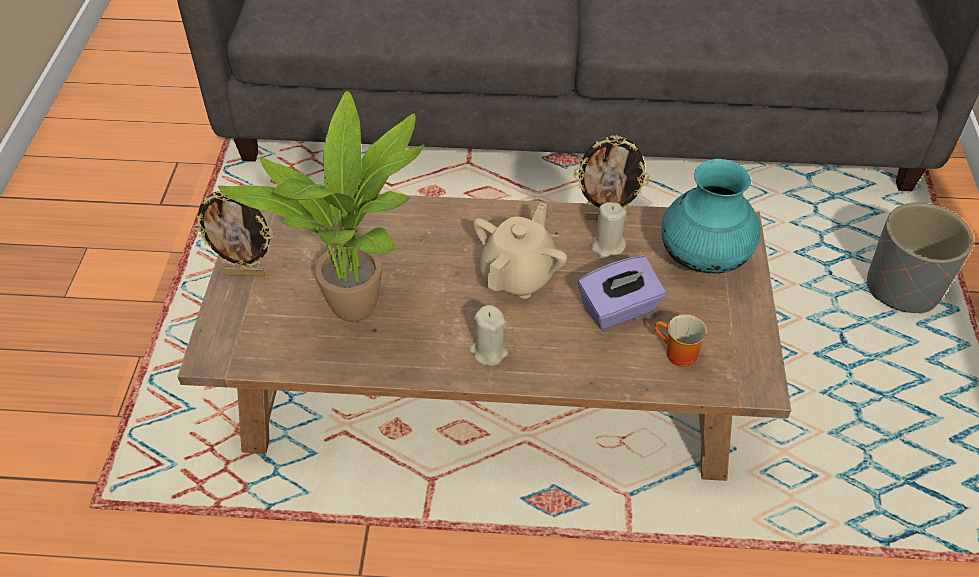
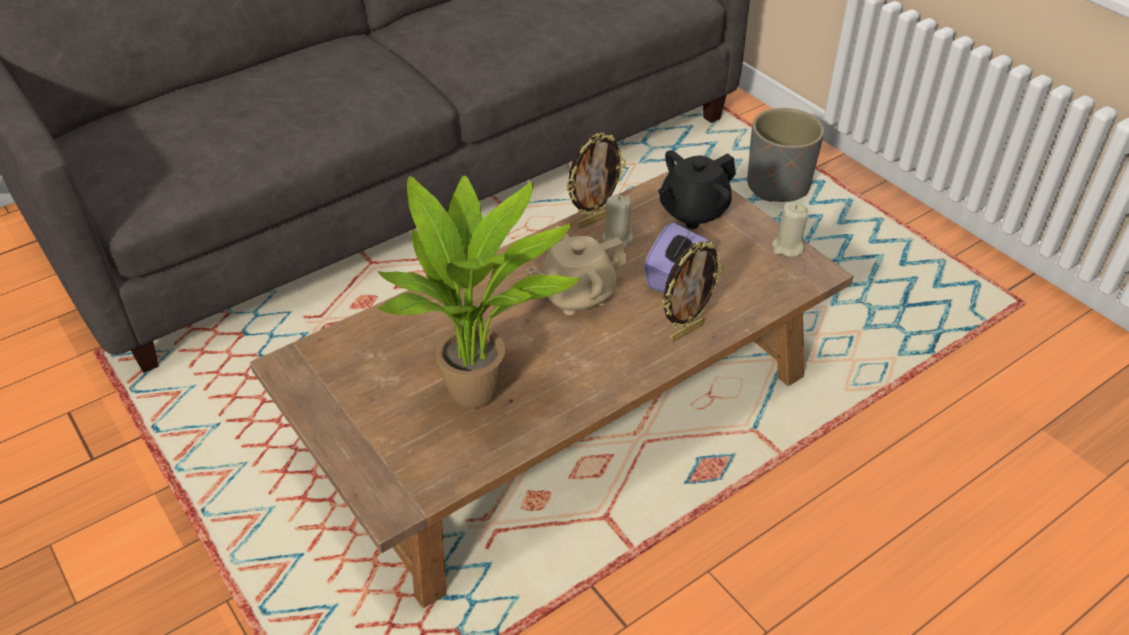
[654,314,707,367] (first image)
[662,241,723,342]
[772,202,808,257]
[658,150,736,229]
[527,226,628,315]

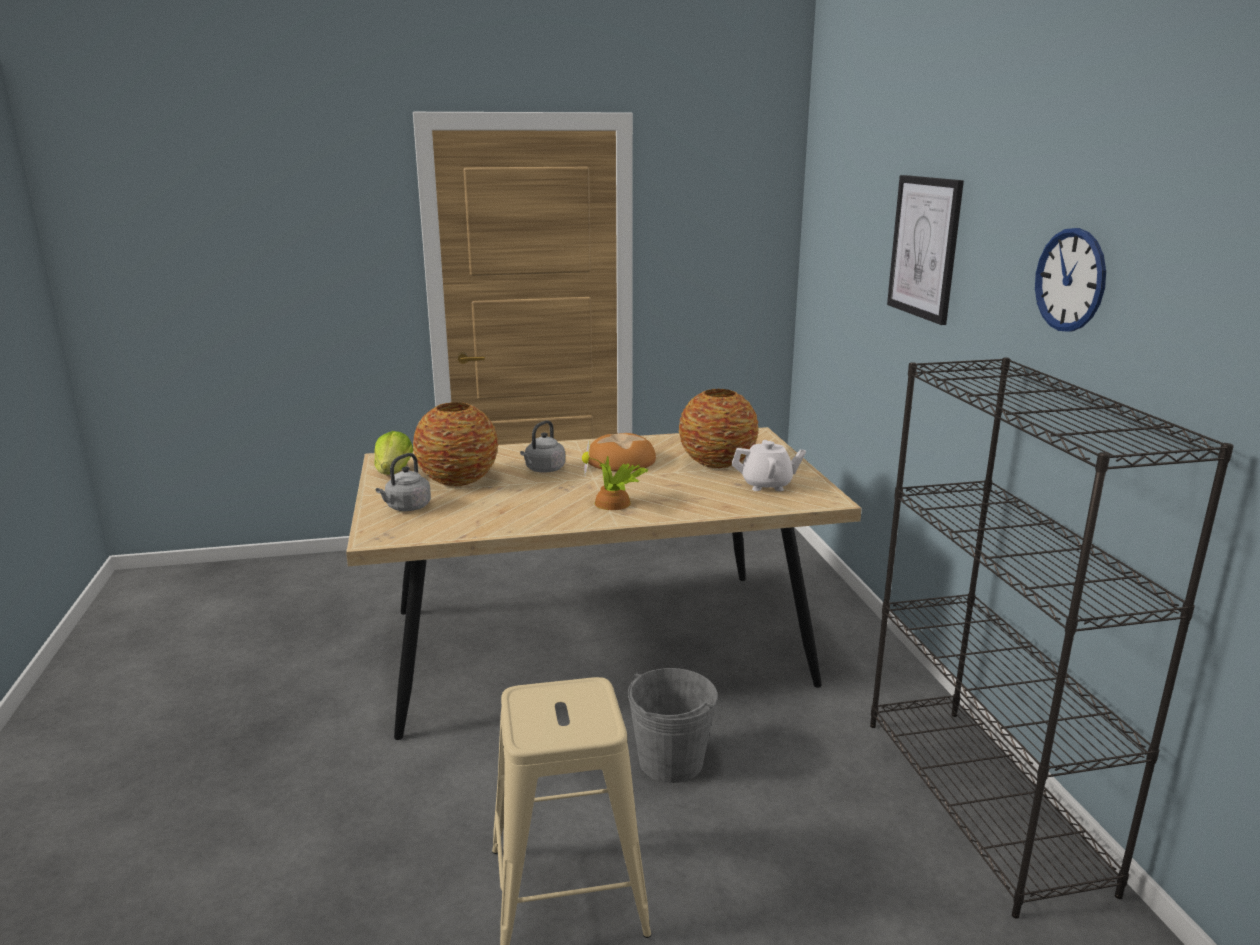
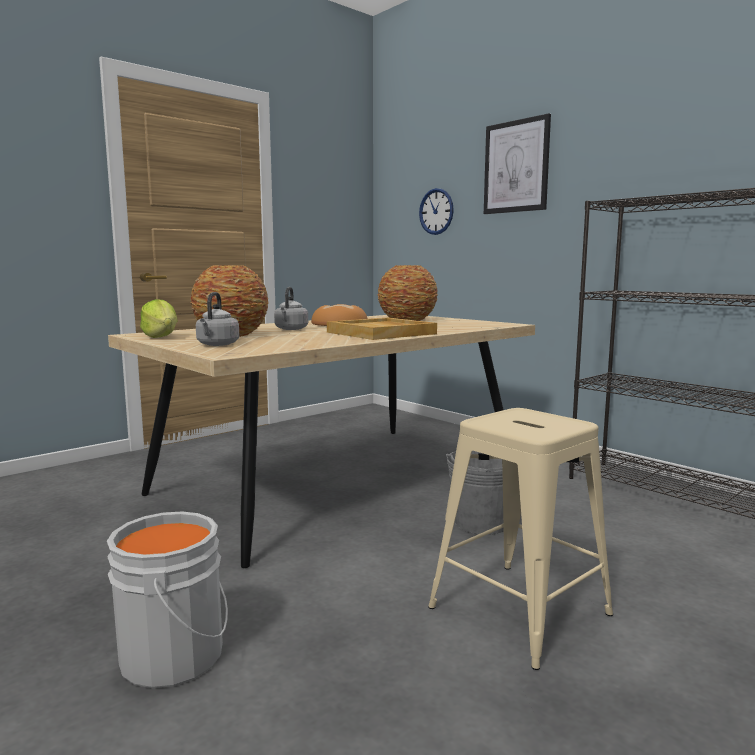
[732,440,806,491] (first image)
[107,511,228,688]
[419,188,454,235]
[327,318,437,340]

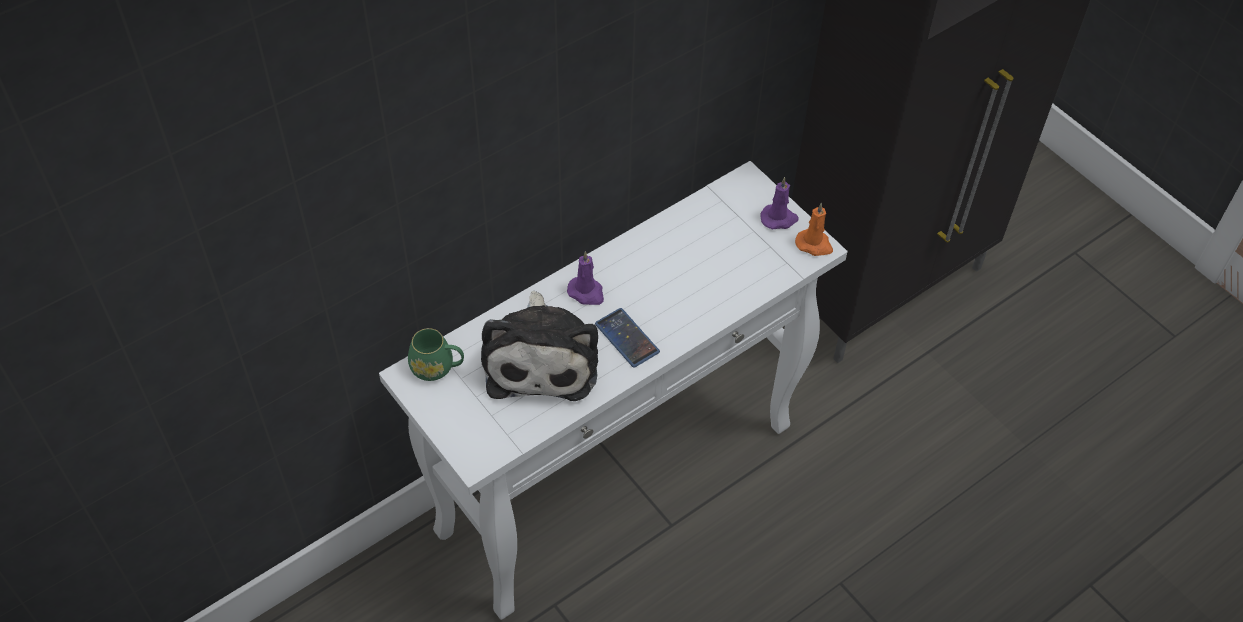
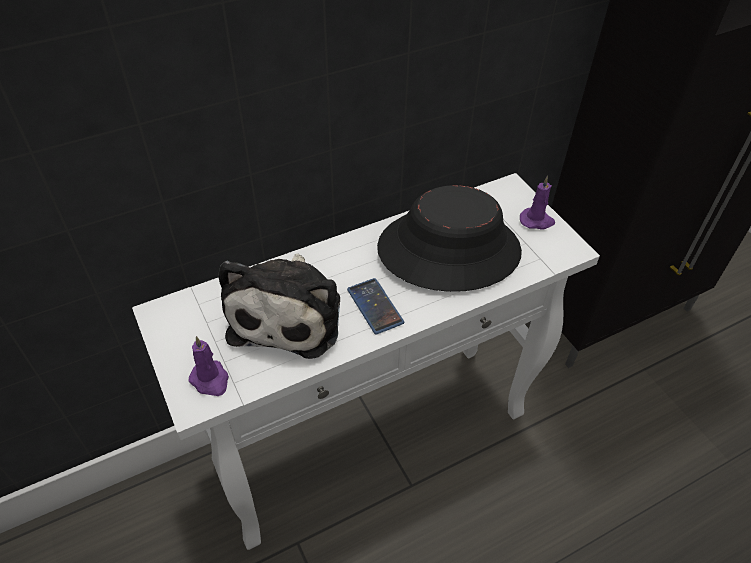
[408,328,464,381] (first image)
[795,202,833,256] (first image)
[377,185,522,292]
[188,336,229,396]

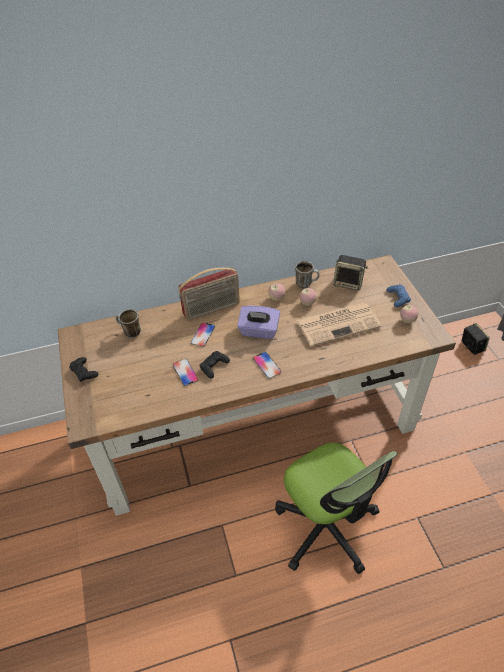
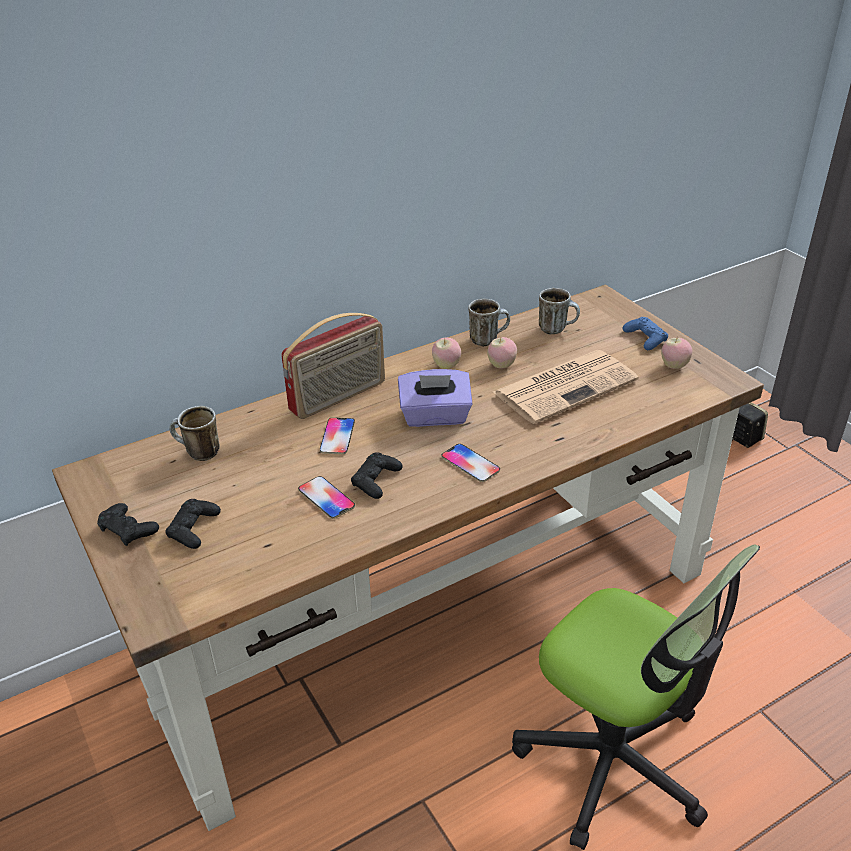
[165,499,221,549]
[539,288,580,334]

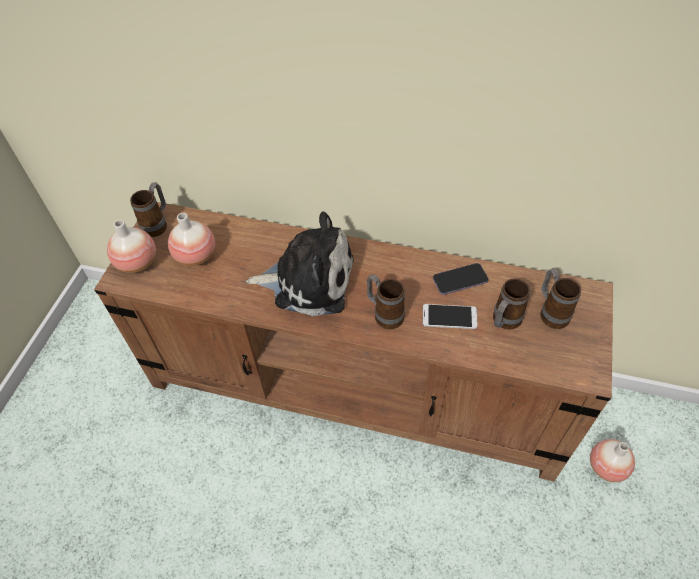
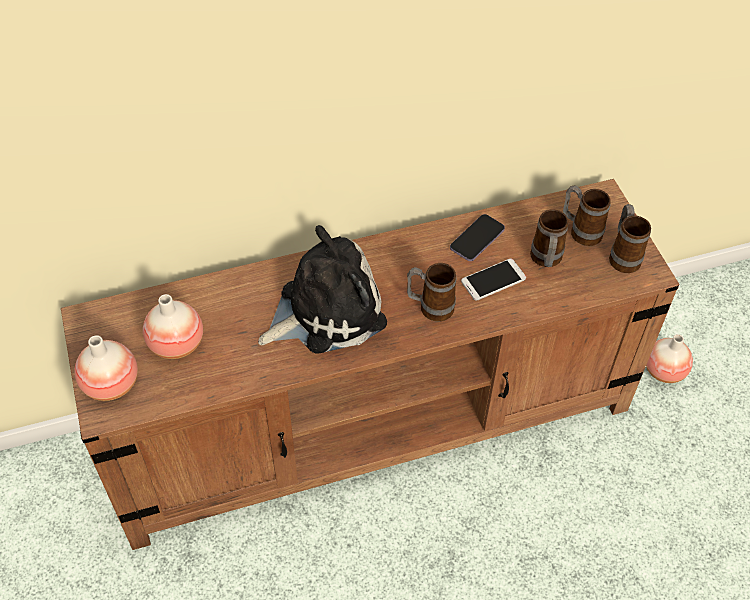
[609,204,651,273]

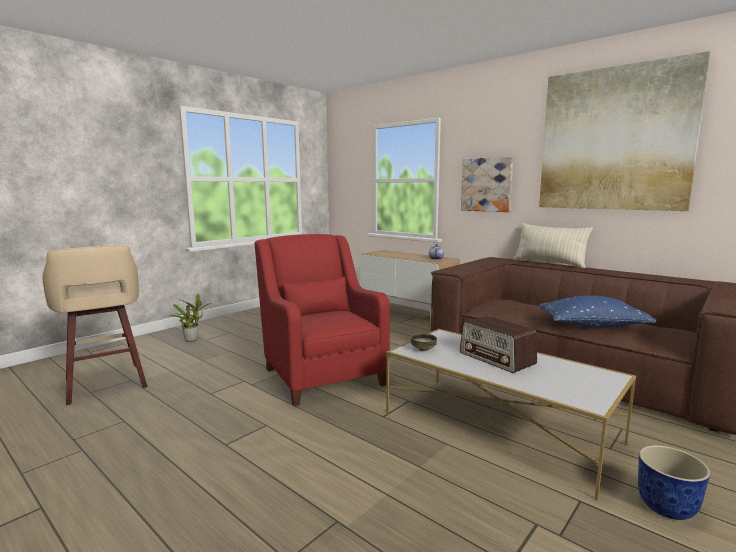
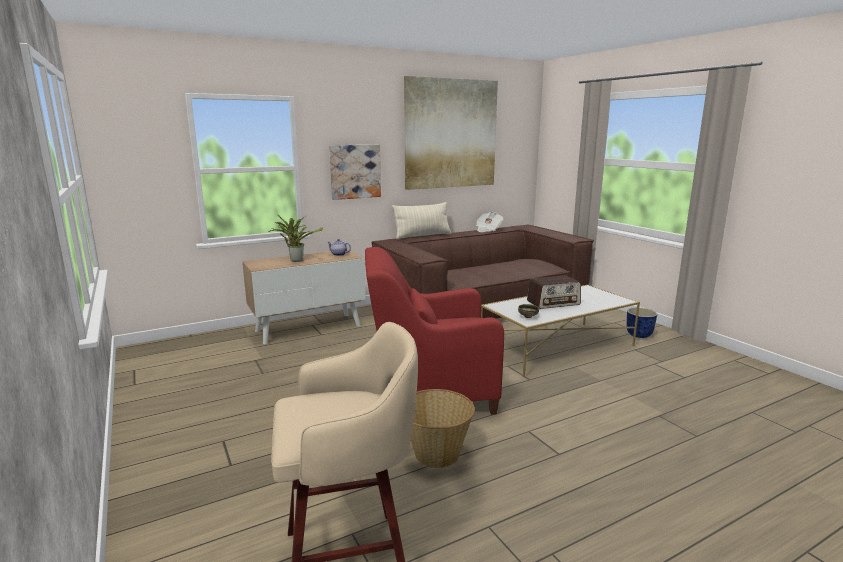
[539,296,656,328] (first image)
[410,389,475,468]
[476,212,504,232]
[269,215,323,262]

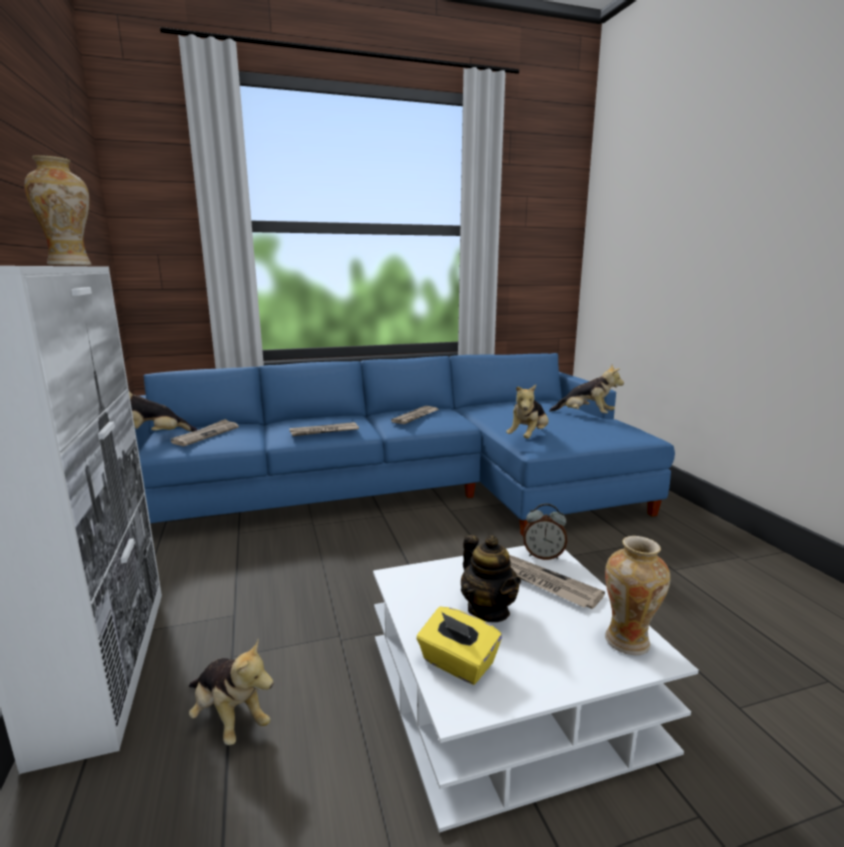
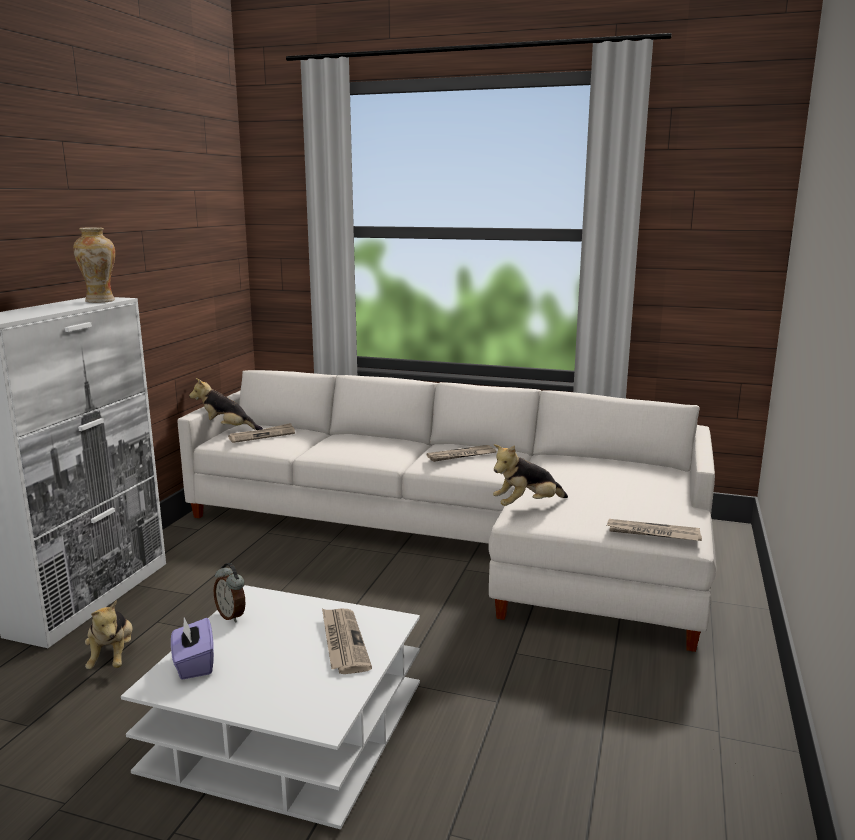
[461,535,521,622] (first image)
[549,365,624,413] (first image)
[605,536,670,655] (first image)
[607,519,702,541]
[214,563,246,623]
[177,370,717,652]
[171,617,214,680]

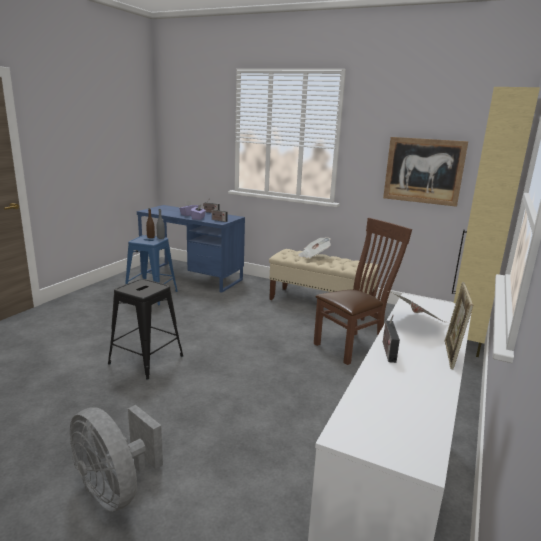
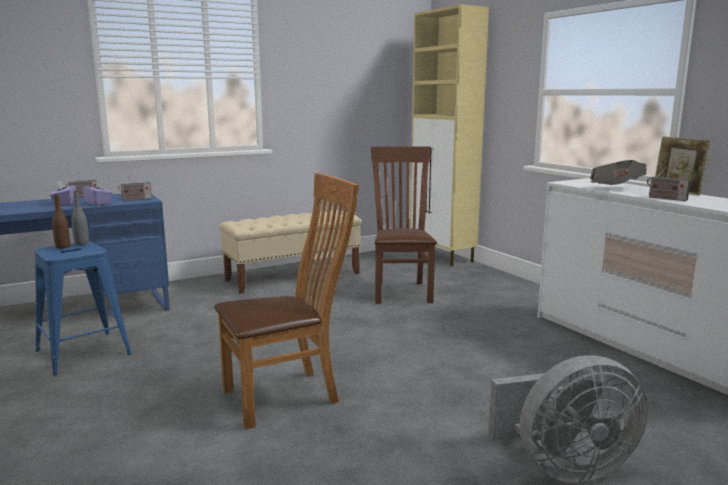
[298,237,331,258] (first image)
[383,137,468,207] (first image)
[214,173,359,430]

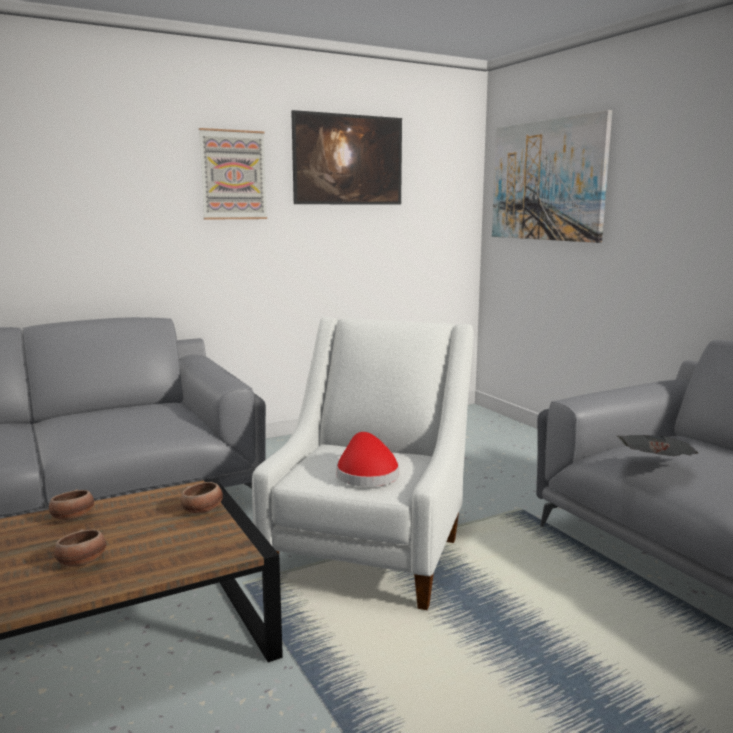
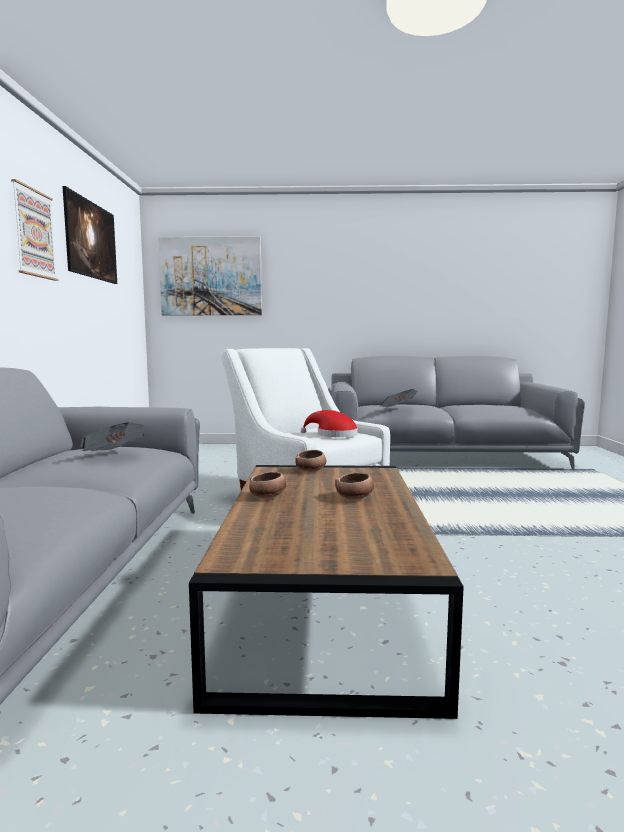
[81,422,145,451]

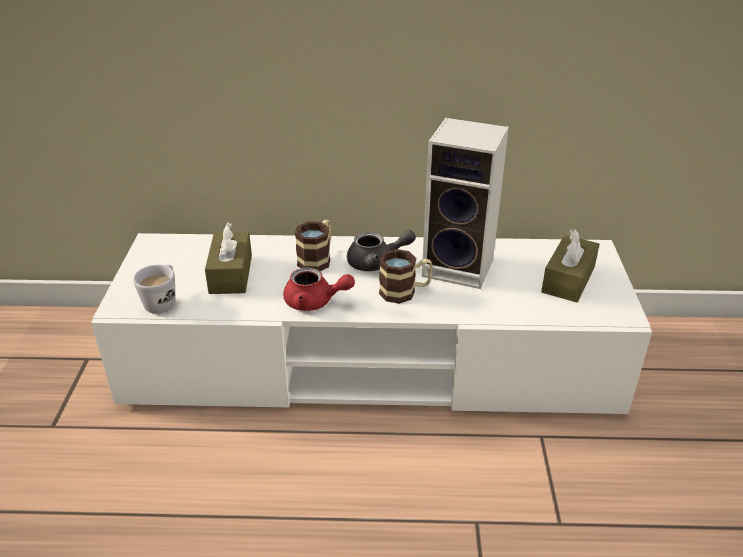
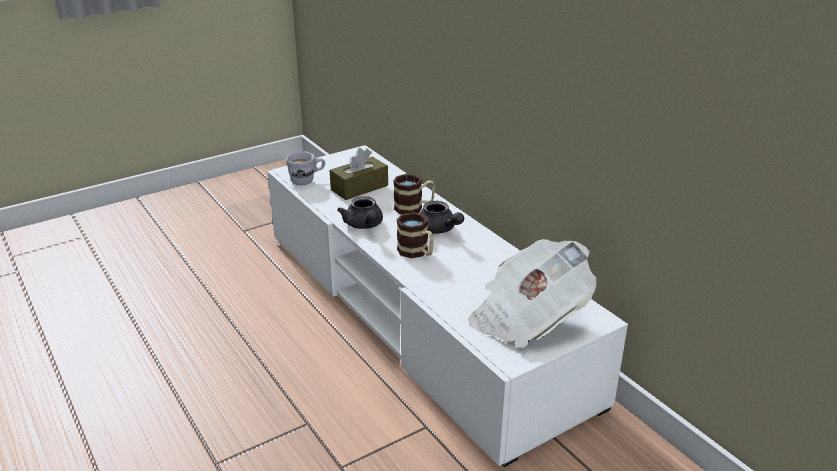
[422,118,509,289] (first image)
[468,239,597,348]
[337,196,383,229]

